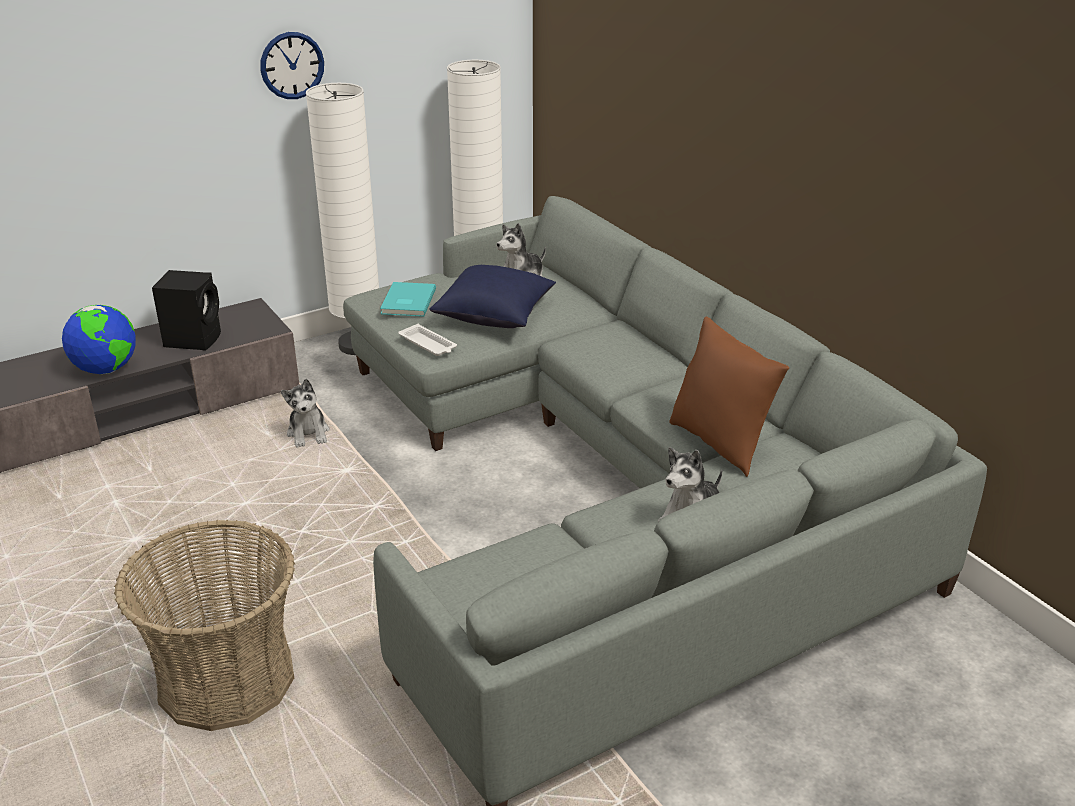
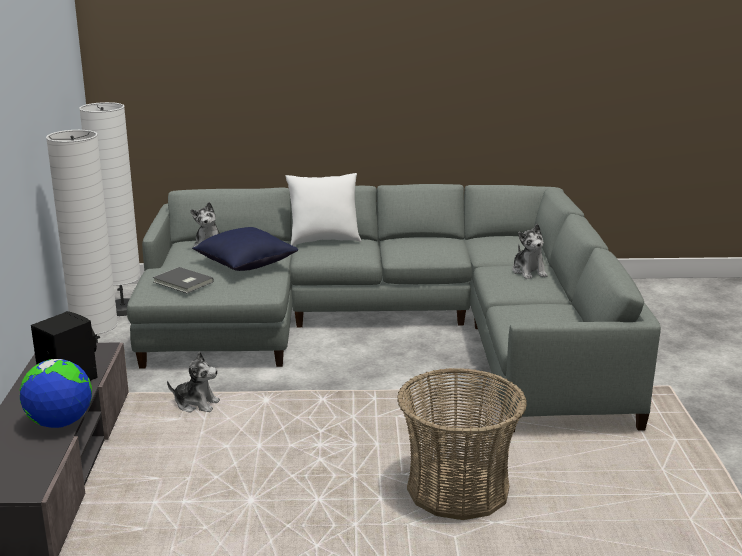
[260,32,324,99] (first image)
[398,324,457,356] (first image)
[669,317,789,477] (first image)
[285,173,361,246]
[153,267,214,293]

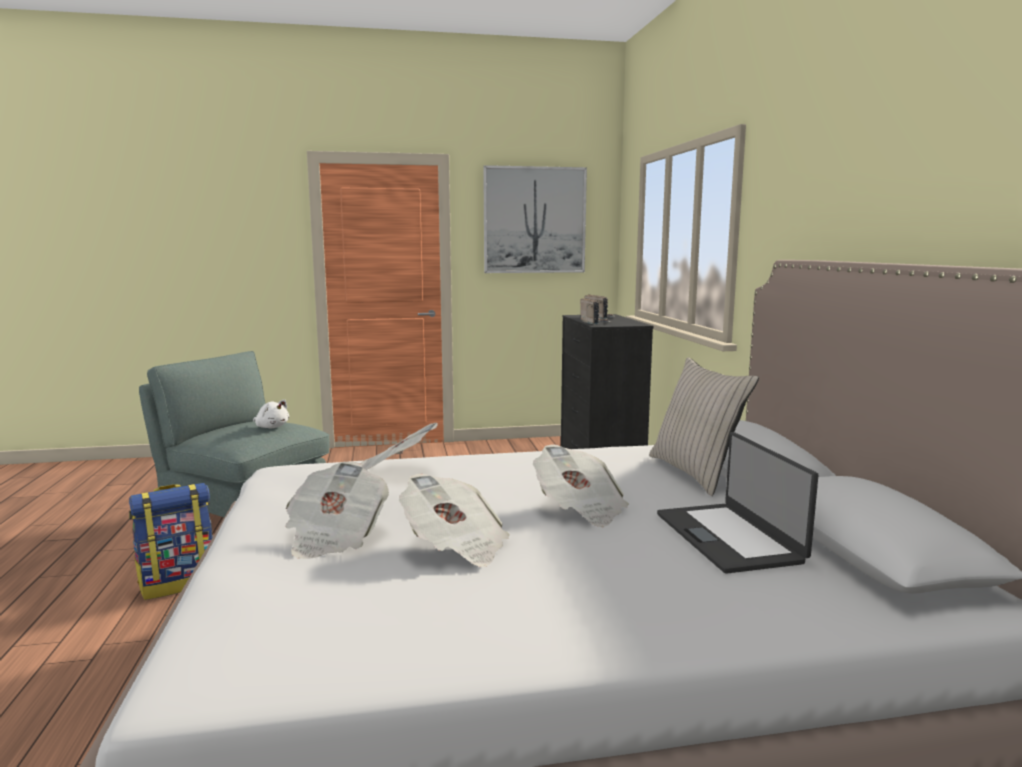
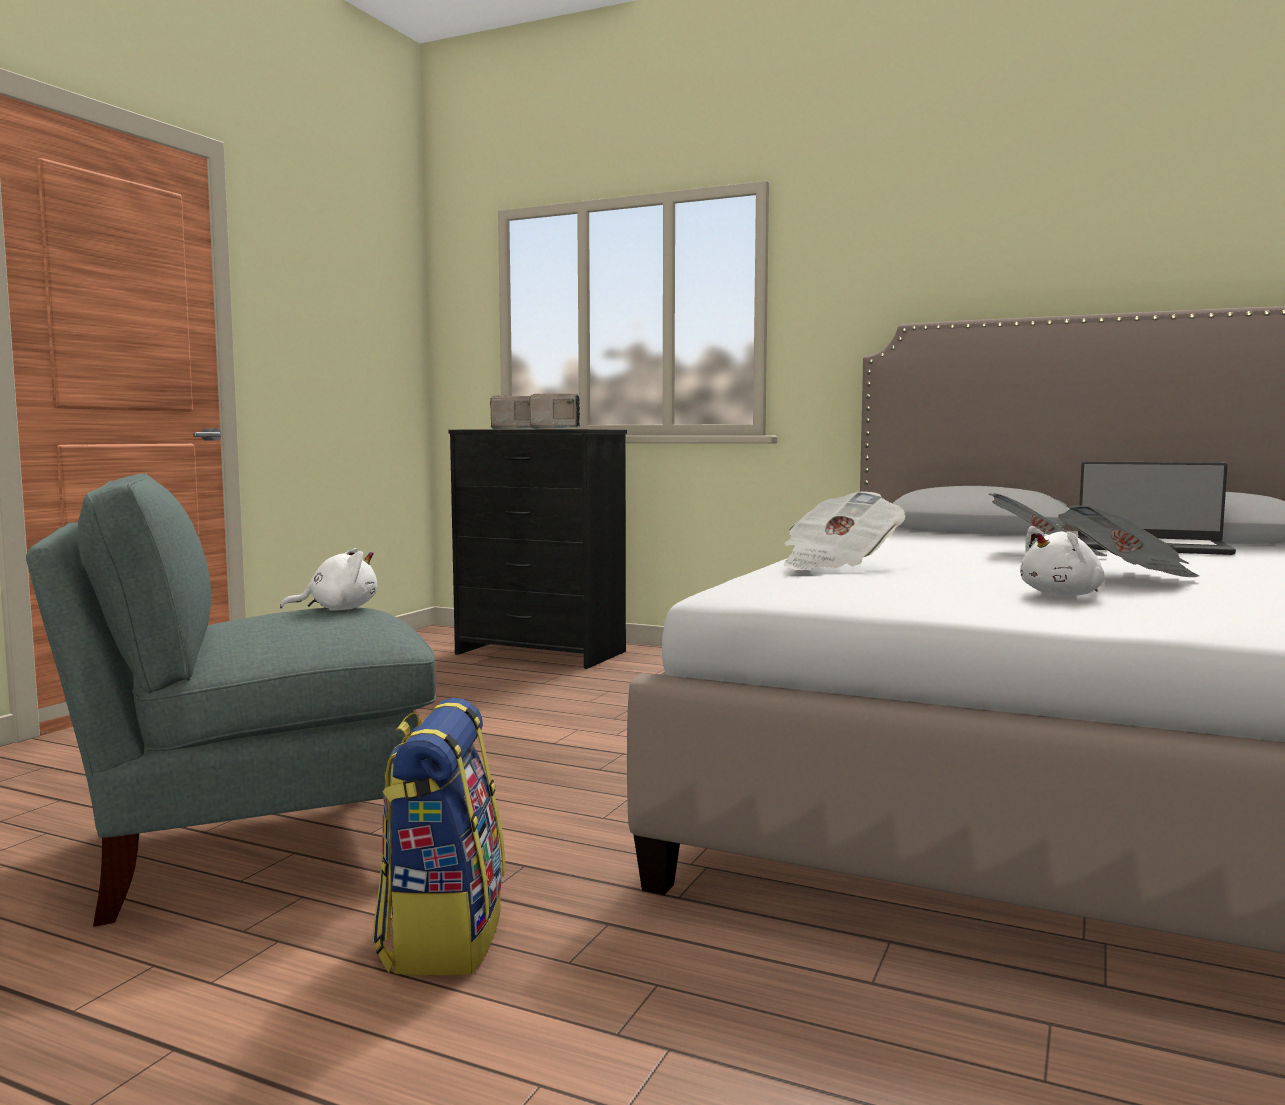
[483,165,587,273] (first image)
[649,357,759,496] (first image)
[1020,526,1106,596]

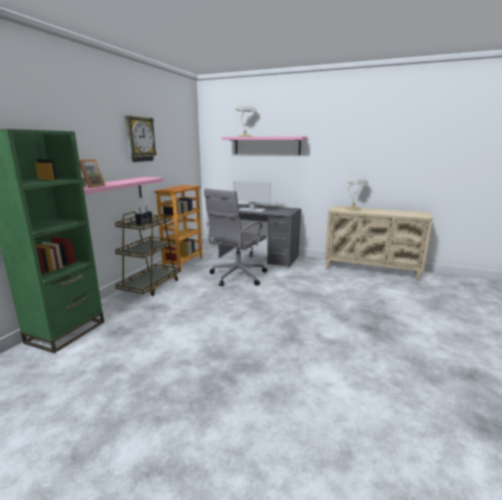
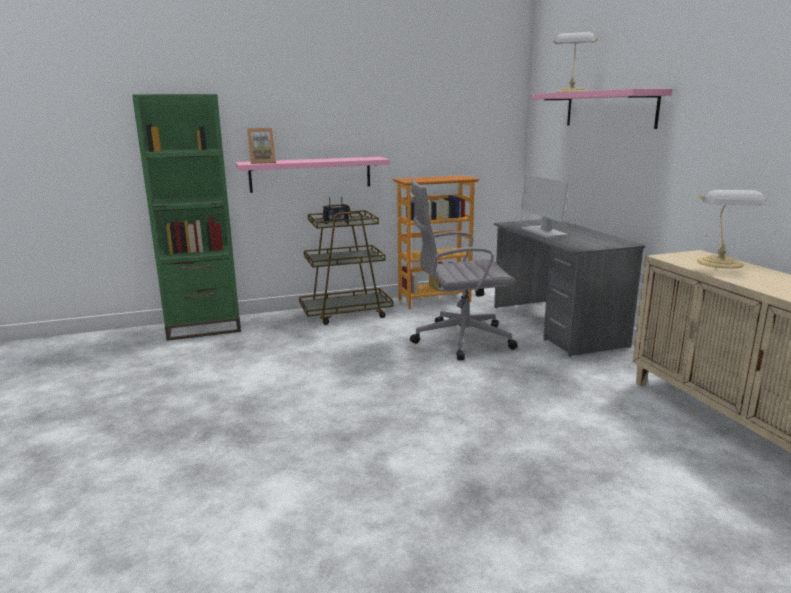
[125,116,157,162] (first image)

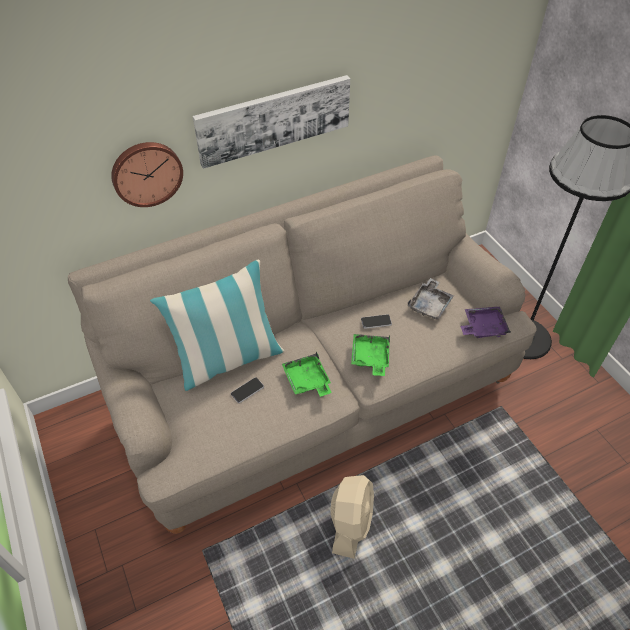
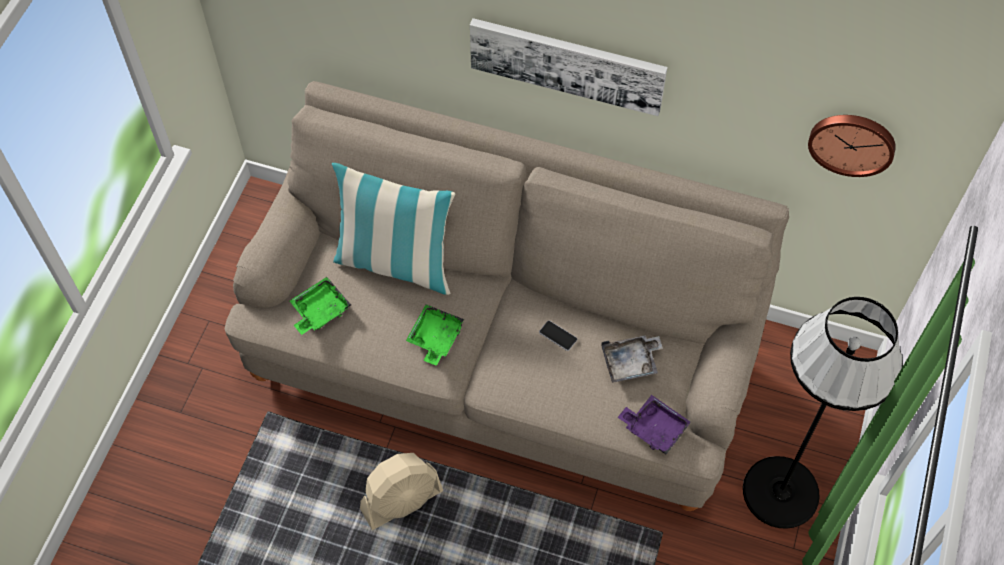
[231,377,264,403] (first image)
[808,115,896,177]
[290,277,351,335]

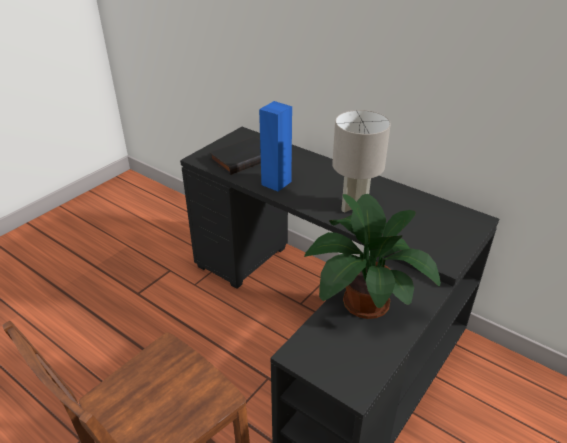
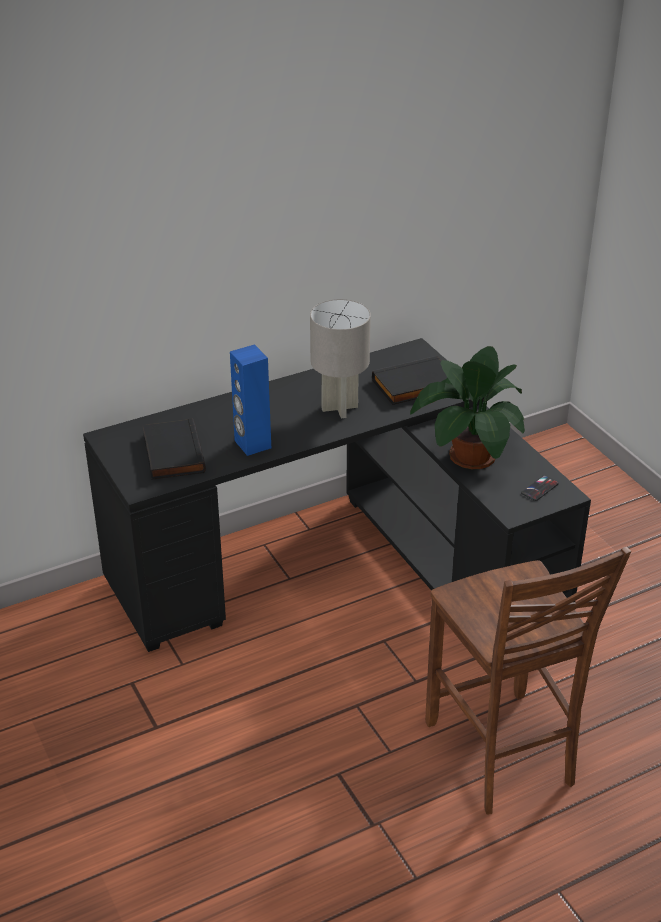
[372,356,447,405]
[521,475,559,501]

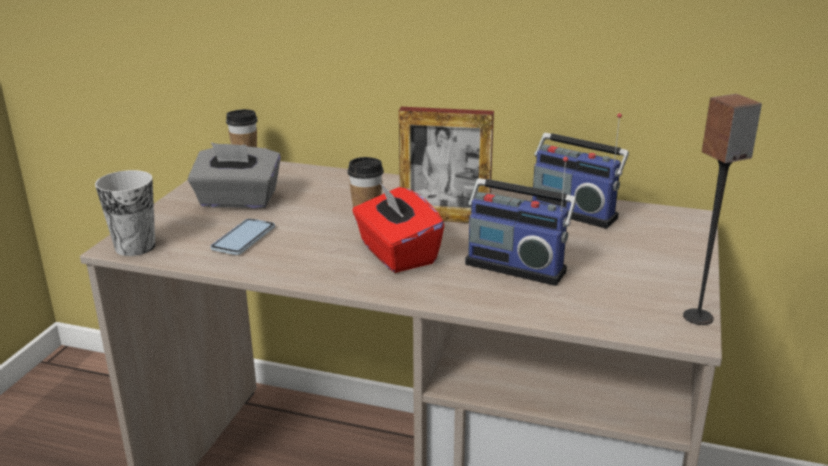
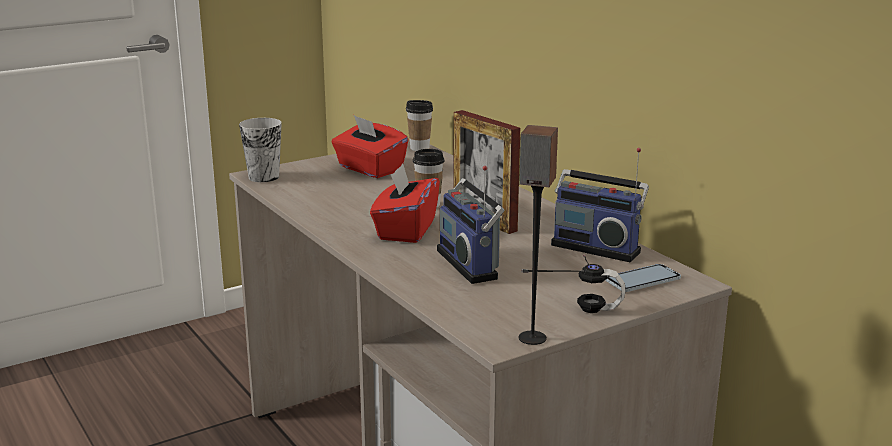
[521,255,626,313]
[605,264,681,292]
[332,115,408,178]
[551,148,649,262]

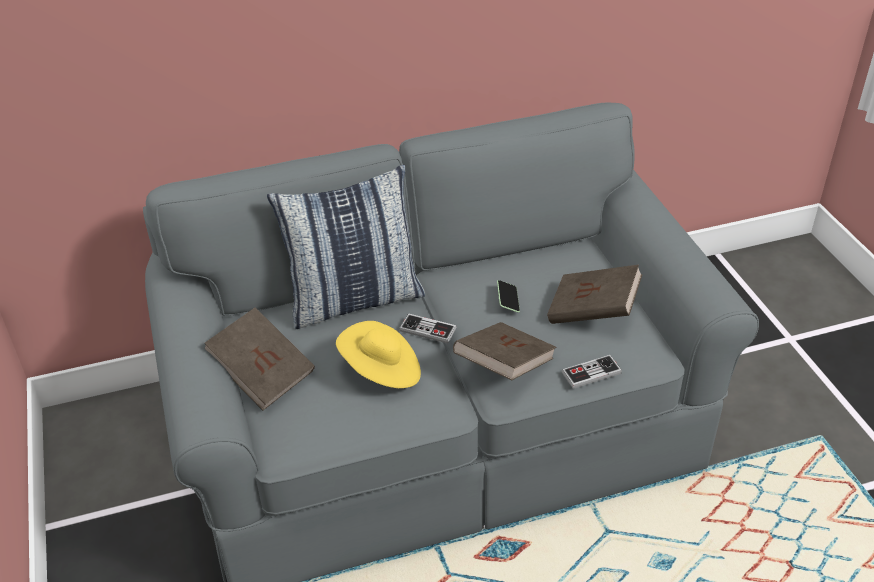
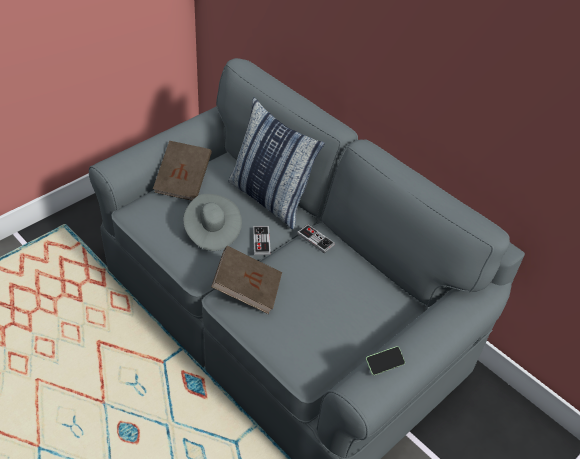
[547,265,642,324] (first image)
[366,346,405,375]
[297,224,335,253]
[183,194,242,251]

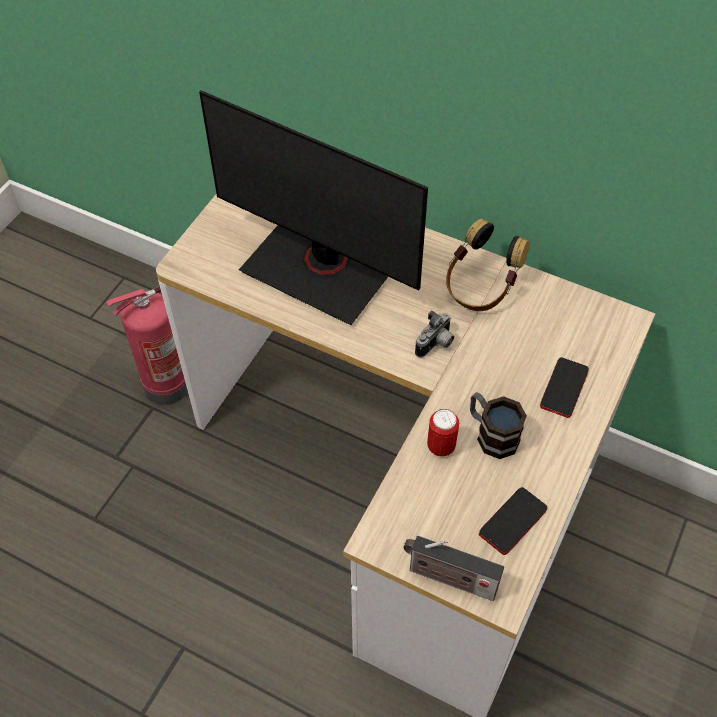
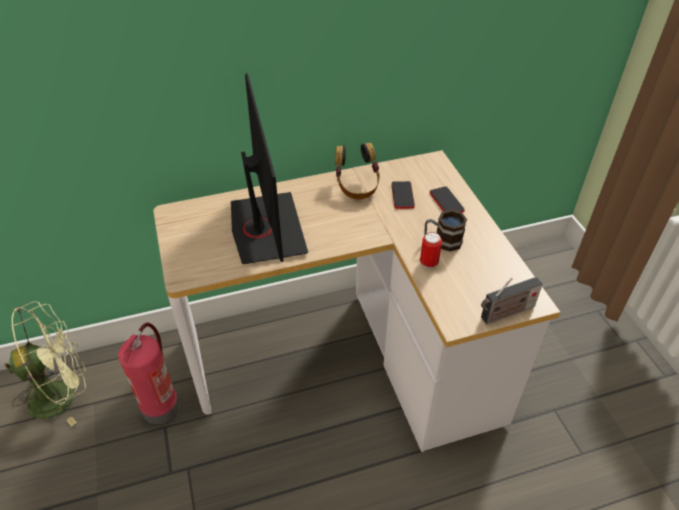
[415,310,454,357] (first image)
[4,301,86,426]
[392,181,415,209]
[231,73,308,264]

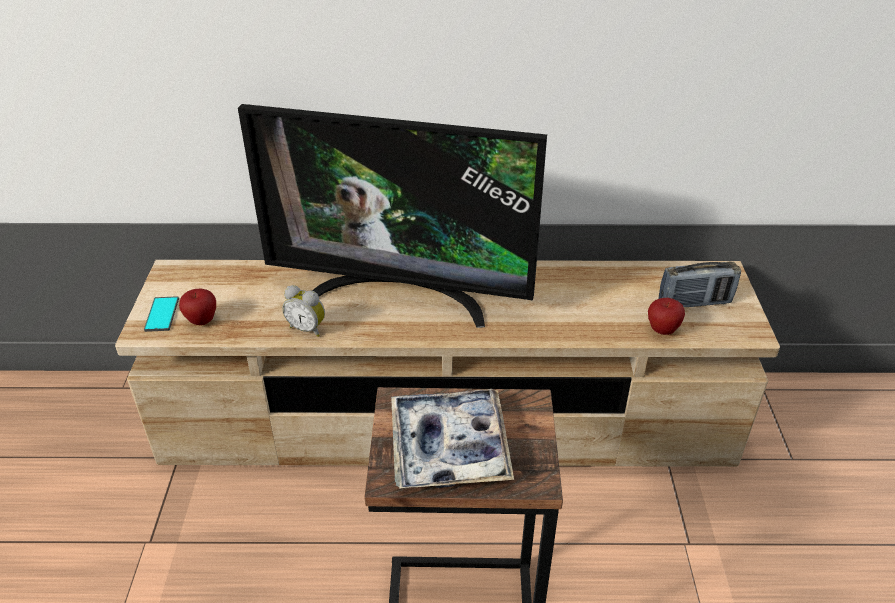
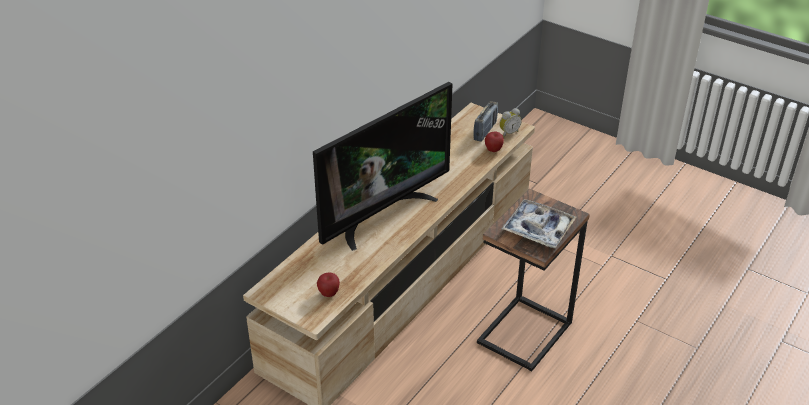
[144,296,179,332] (first image)
[499,108,522,137]

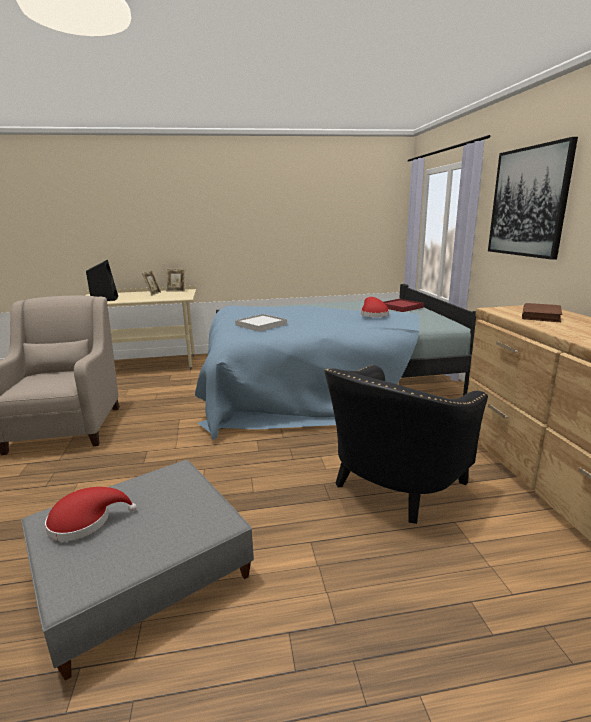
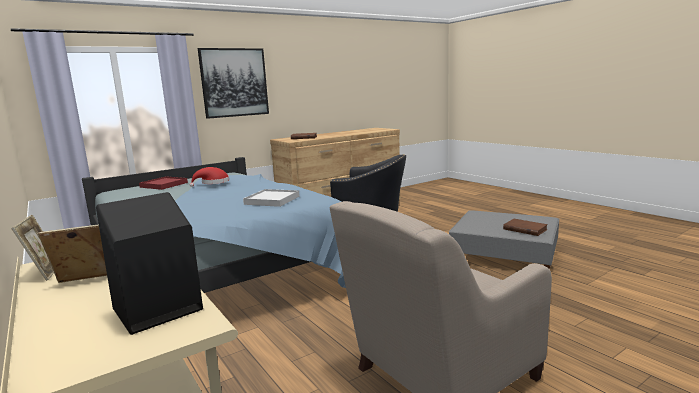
[503,219,548,236]

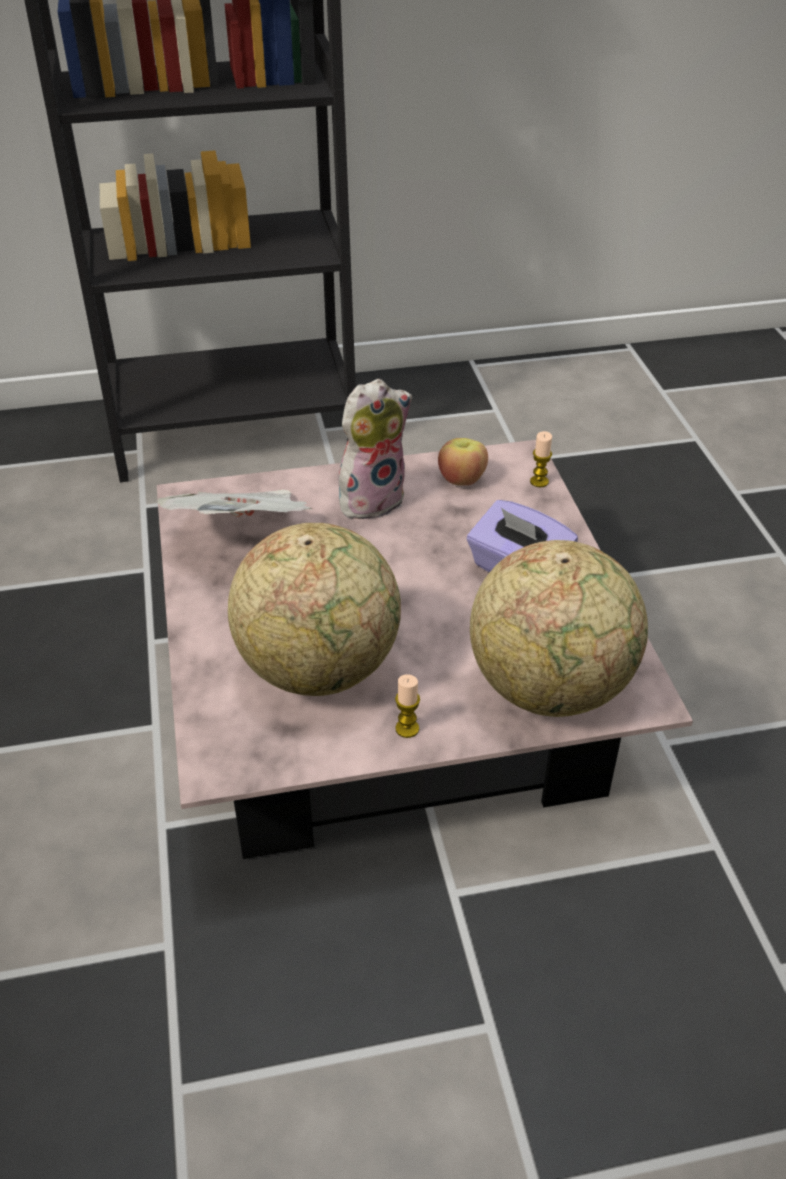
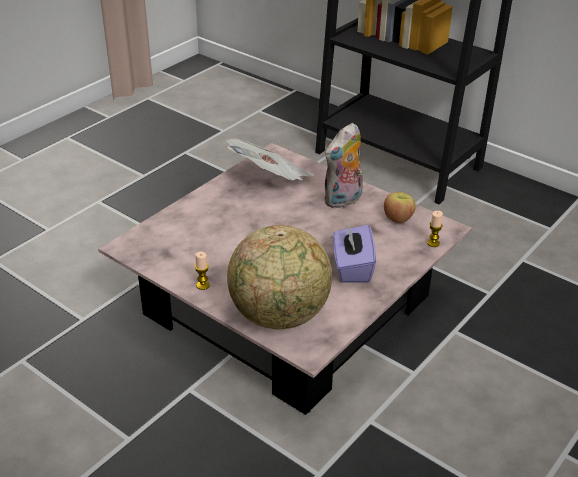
[228,523,401,696] (first image)
[324,123,363,209]

